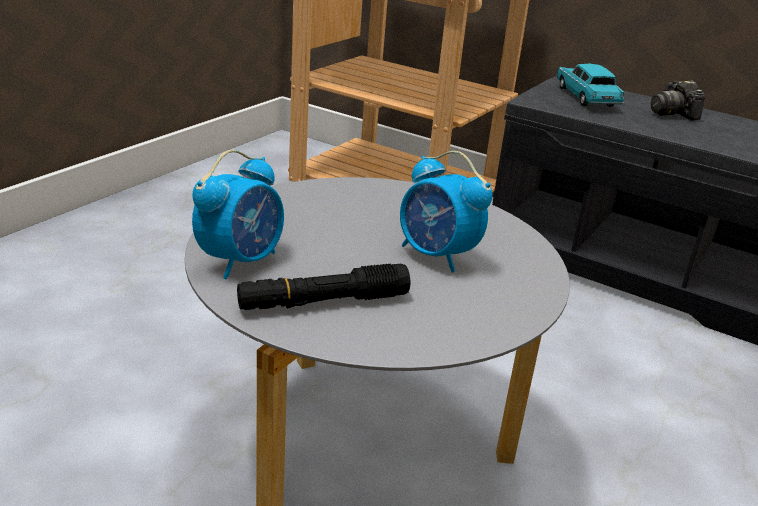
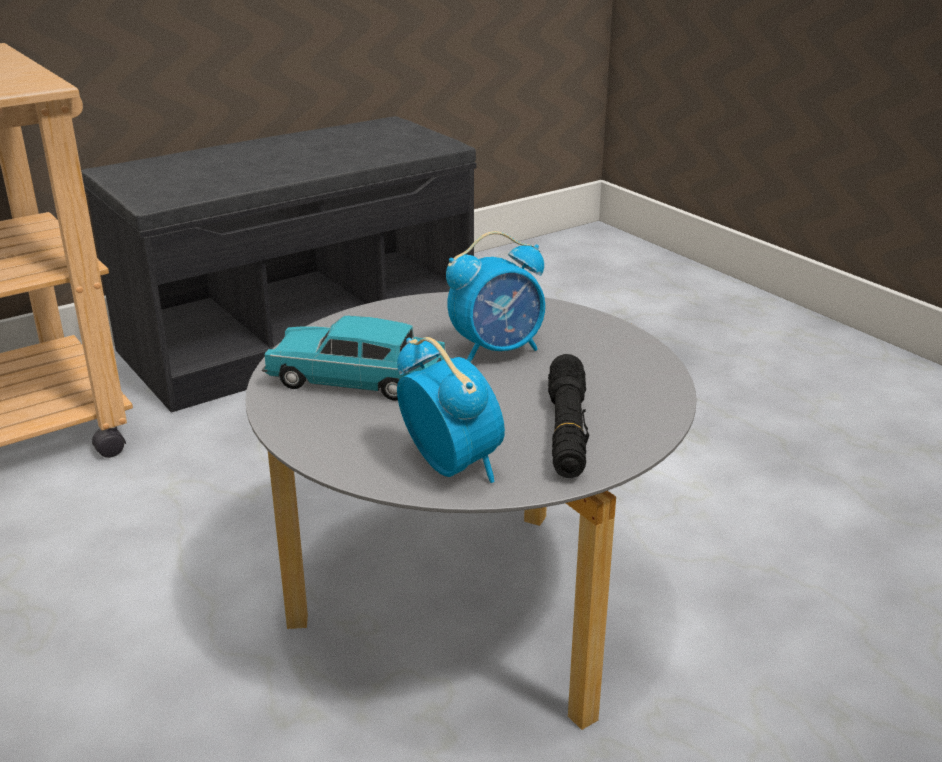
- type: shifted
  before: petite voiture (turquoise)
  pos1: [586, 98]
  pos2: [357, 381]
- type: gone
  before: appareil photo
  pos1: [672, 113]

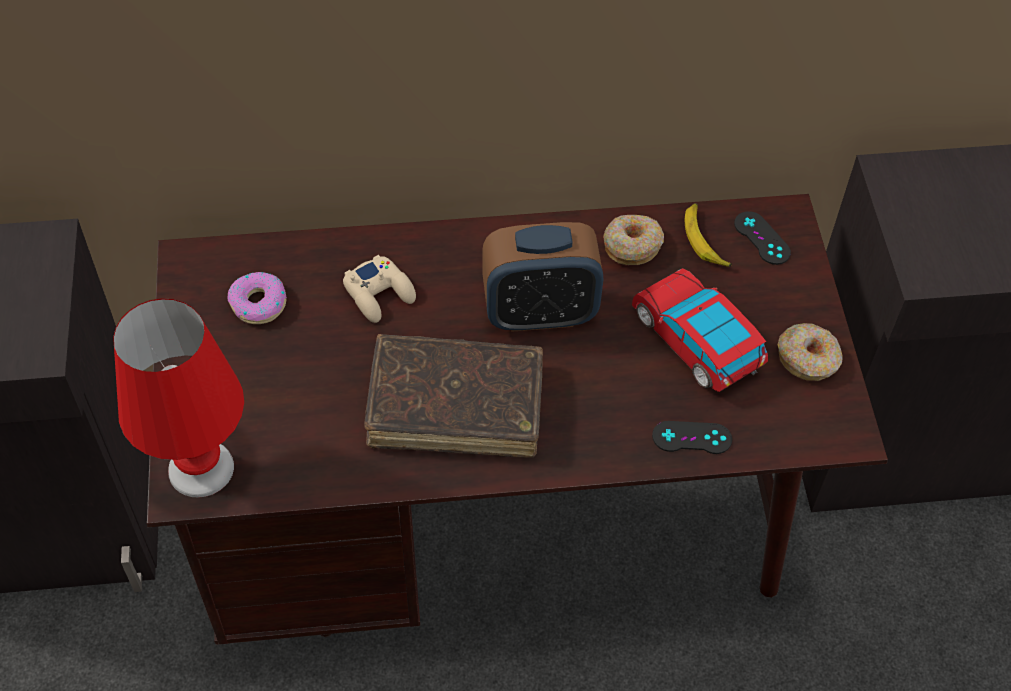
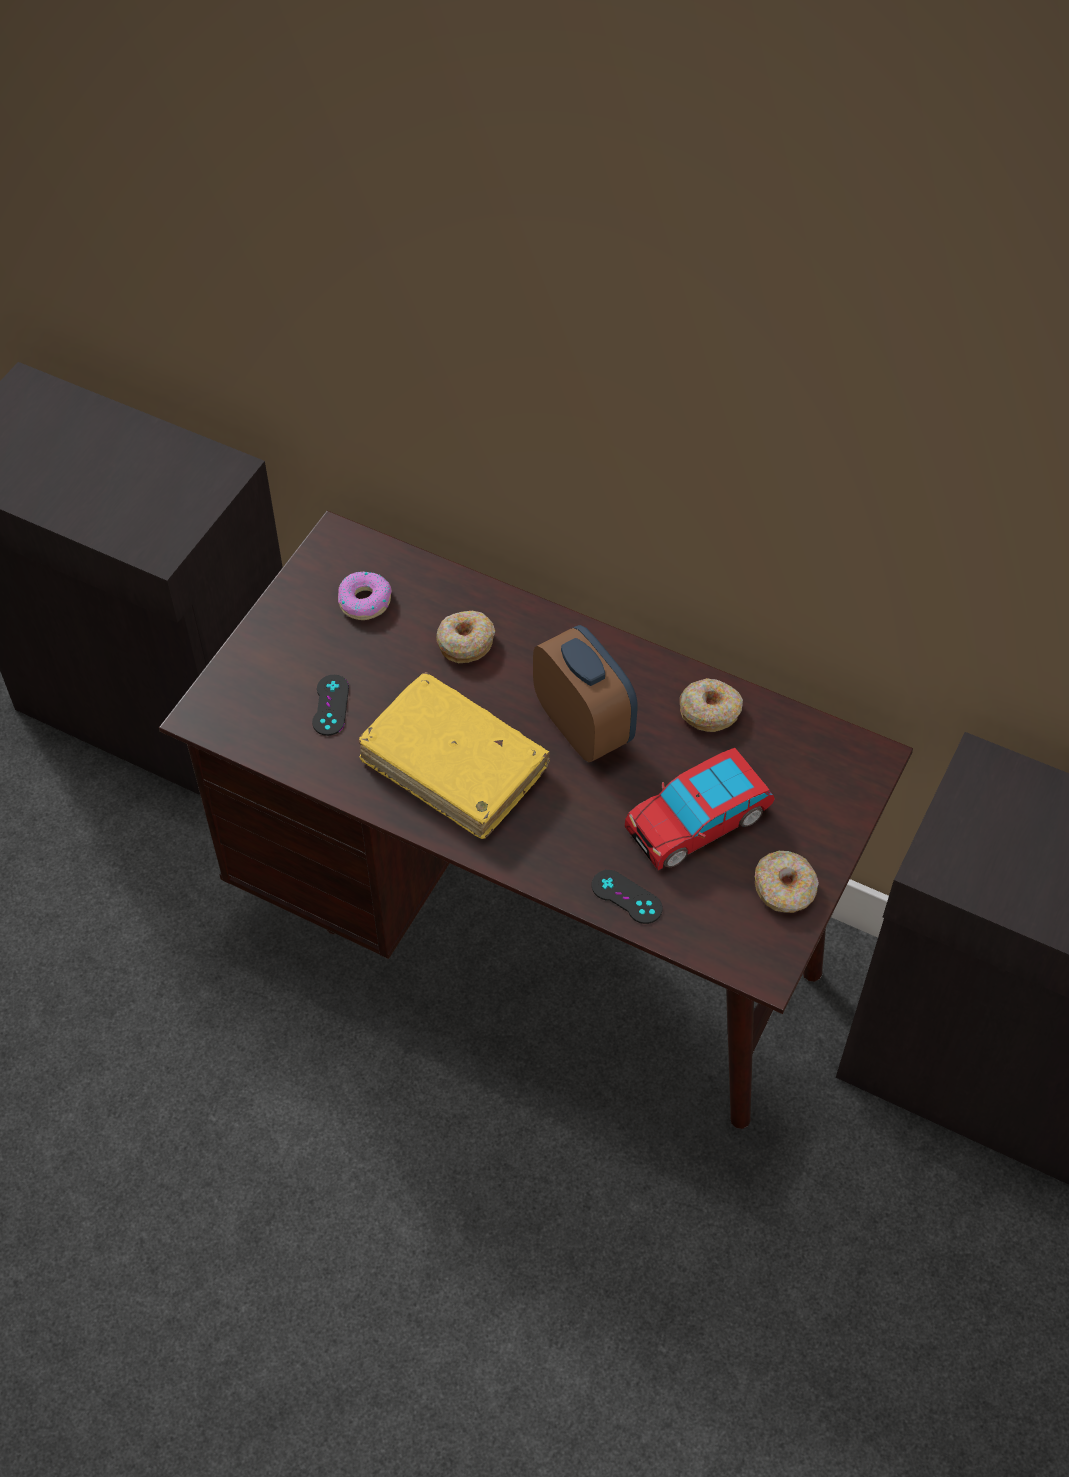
- type: gone
  before: banane
  pos1: [704, 240]
- type: shifted
  before: manette (noir)
  pos1: [762, 238]
  pos2: [330, 705]
- type: rotated
  before: réveil
  pos1: [539, 312]
  pos2: [583, 726]
  turn: -150
- type: swapped
  before: manette (beige)
  after: beignet
  pos1: [380, 294]
  pos2: [465, 642]
- type: rotated
  before: petite voiture
  pos1: [696, 341]
  pos2: [698, 821]
  turn: -120
- type: gone
  before: lampe de table (rouge)
  pos1: [200, 468]
- type: repainted
  before: livre (marron)
  after: livre (jaune)
  pos1: [455, 406]
  pos2: [454, 765]

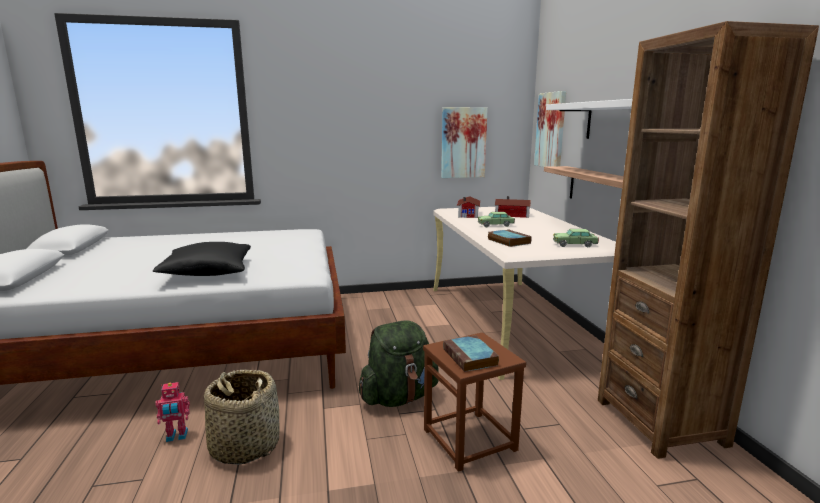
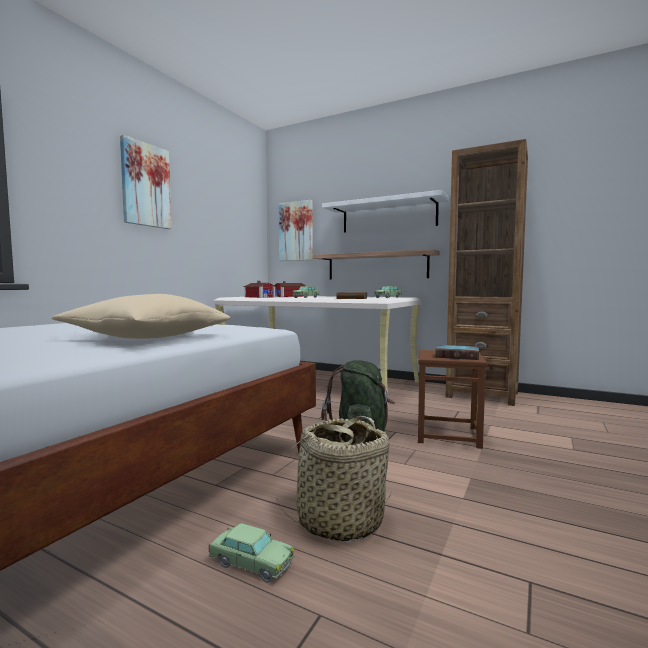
- type: shifted
  before: tableau
  pos1: [463, 143]
  pos2: [145, 185]
- type: repainted
  before: coussin (noir)
  after: coussin (beige)
  pos1: [208, 272]
  pos2: [147, 338]
- type: swapped
  before: robot jouet
  after: petite voiture
  pos1: [176, 436]
  pos2: [251, 563]

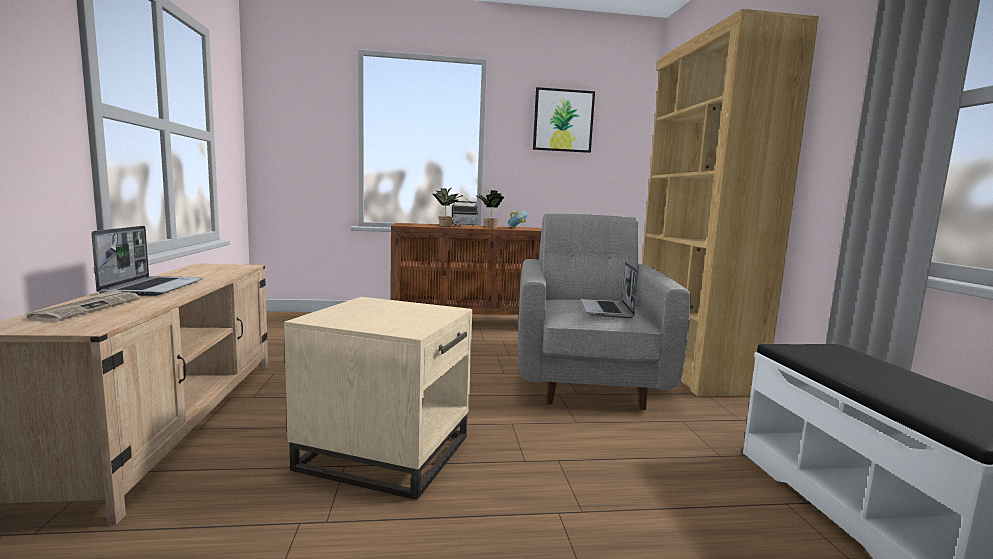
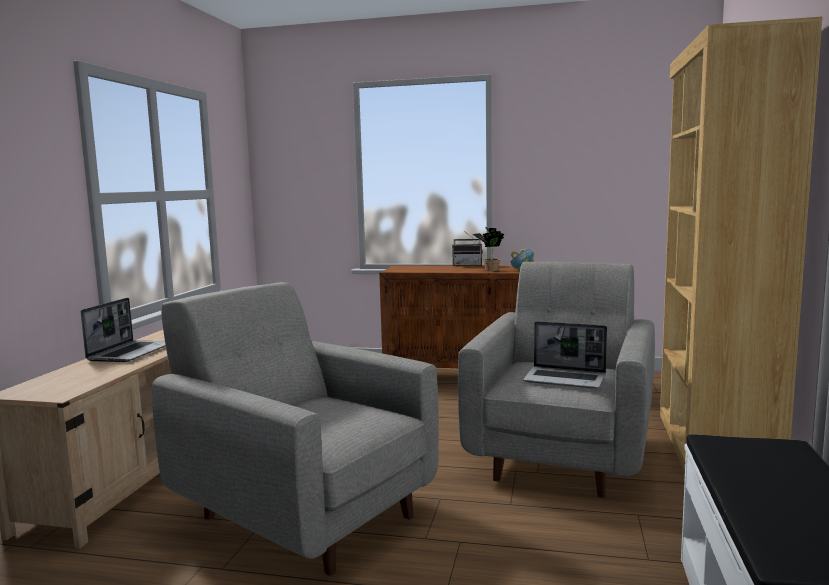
- type: gone
  before: tableau
  pos1: [563, 120]
- type: gone
  before: plante en pot
  pos1: [447, 226]
- type: rotated
  before: ordinateur portable
  pos1: [607, 310]
  pos2: [566, 379]
  turn: -90
- type: gone
  before: journal
  pos1: [87, 308]
- type: swapped
  before: table d'appoint (beige)
  after: fauteuil (gris)
  pos1: [386, 452]
  pos2: [303, 514]

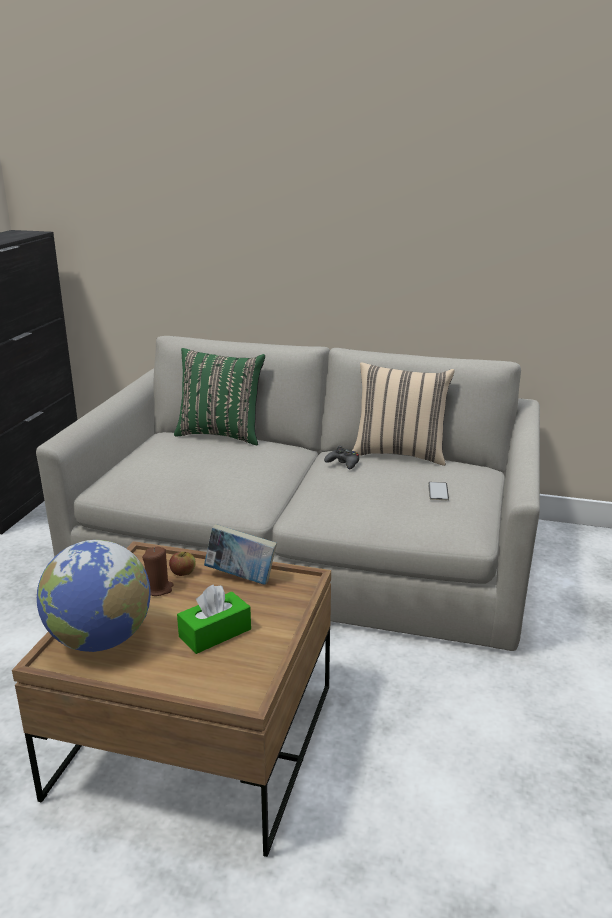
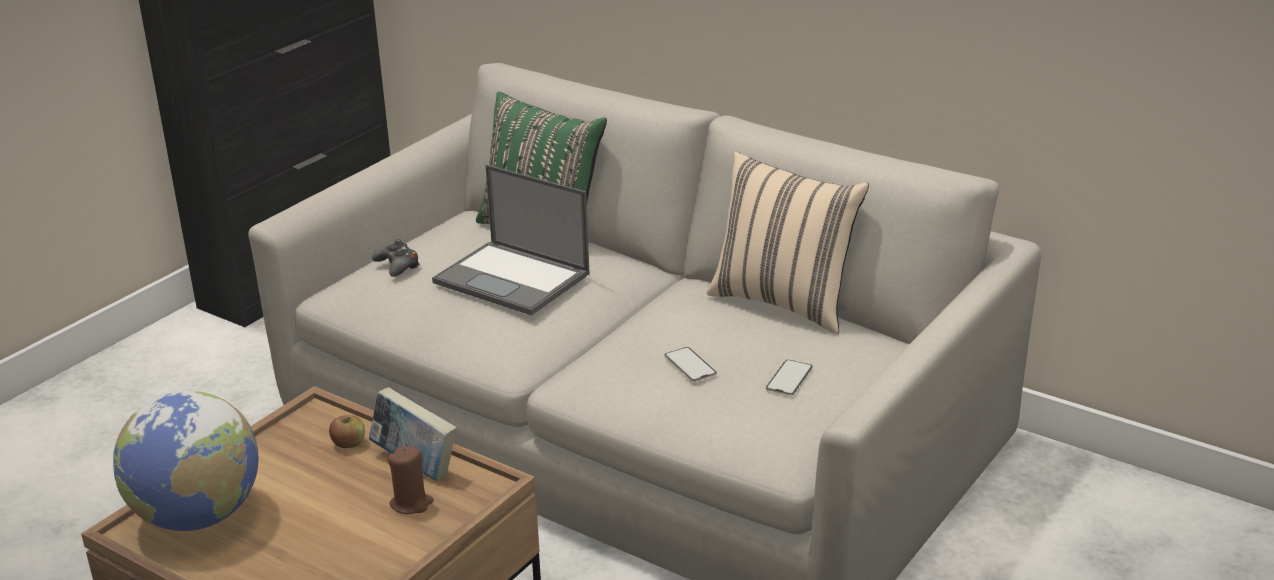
- type: shifted
  before: manette (noir)
  pos1: [343, 463]
  pos2: [397, 265]
- type: shifted
  before: bougie (marron)
  pos1: [158, 589]
  pos2: [411, 503]
- type: gone
  before: boîte à mouchoirs (vert)
  pos1: [215, 633]
- type: new
  after: ordinateur portable
  pos2: [513, 278]
- type: new
  after: téléphone
  pos2: [690, 365]

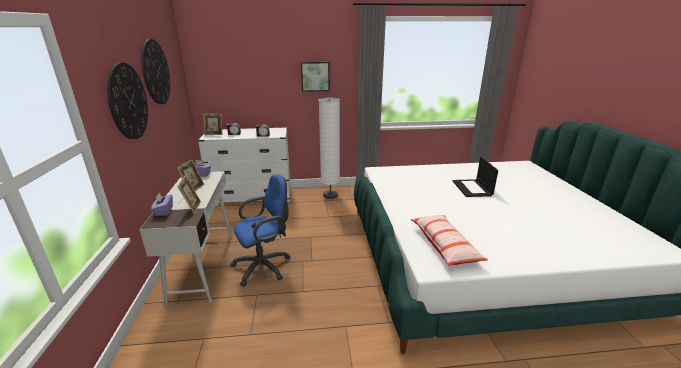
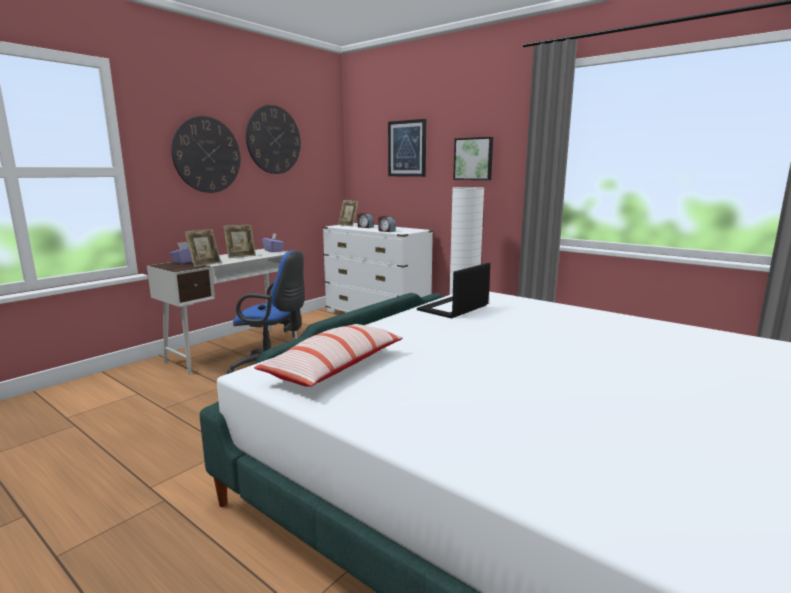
- type: shifted
  before: ordinateur portable
  pos1: [472, 188]
  pos2: [453, 308]
- type: new
  after: tableau
  pos2: [407, 148]

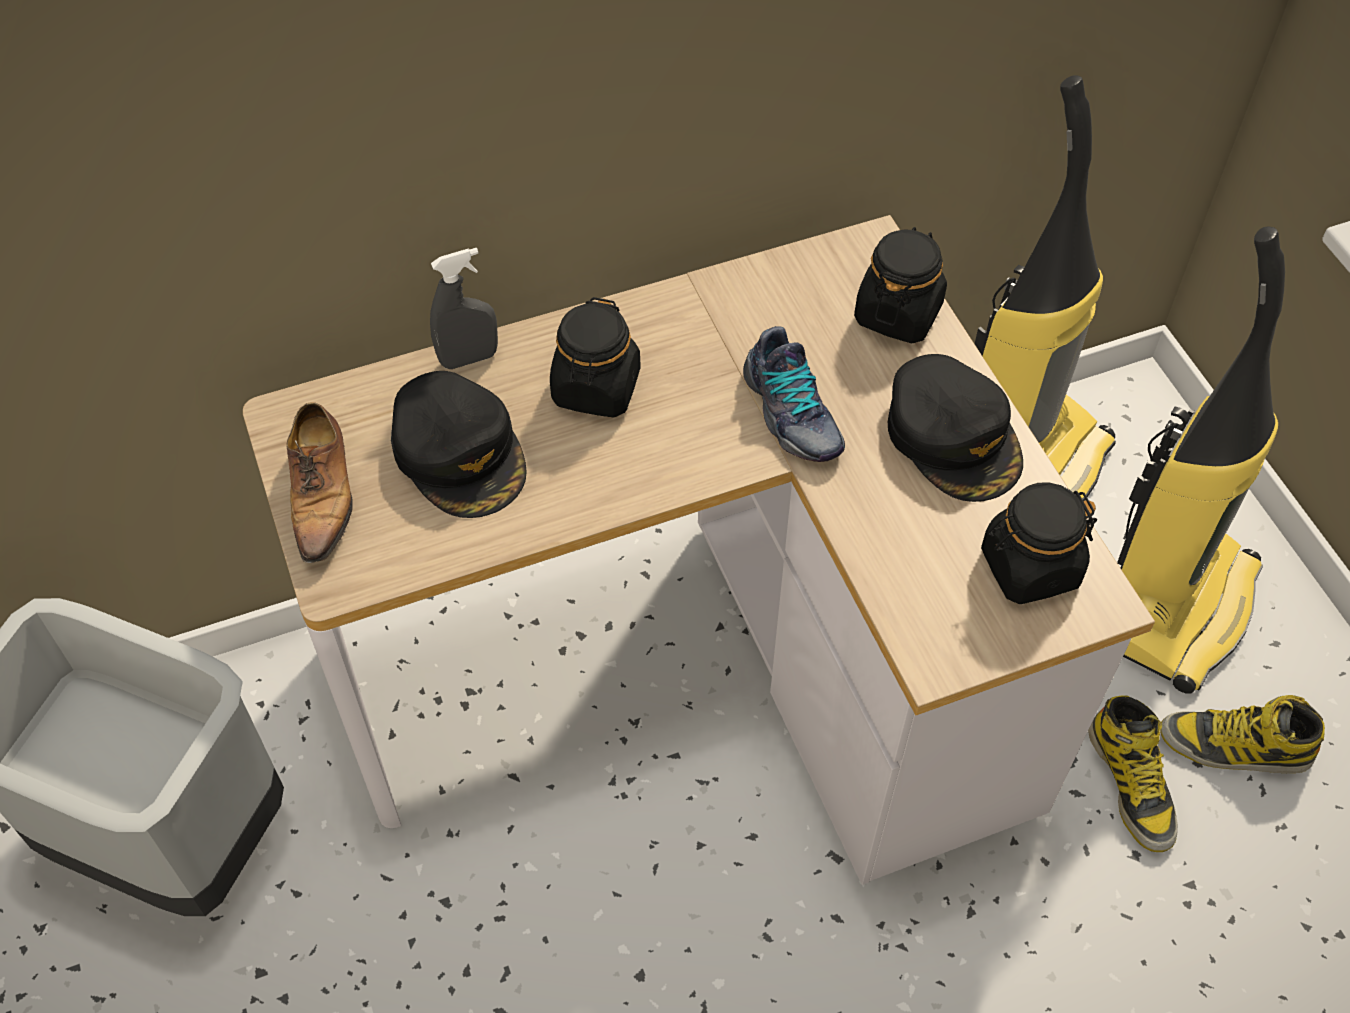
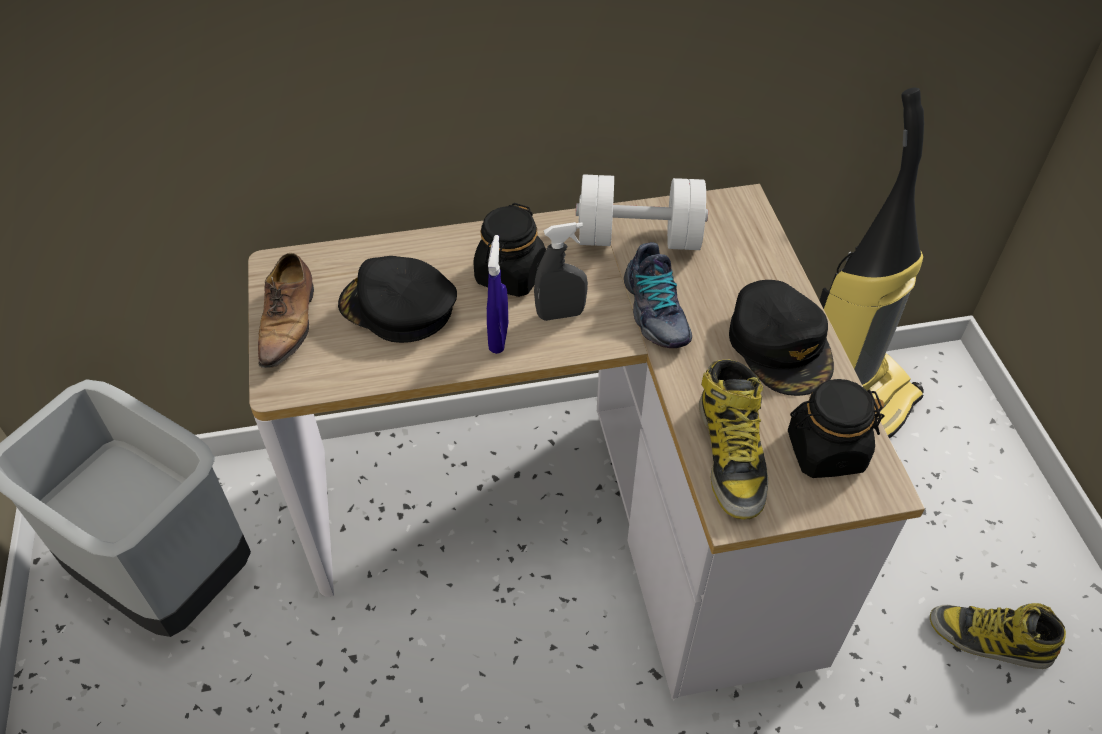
- type: gone
  before: bocal (noir)
  pos1: [898, 313]
- type: gone
  before: aspirateur
  pos1: [1175, 603]
- type: shifted
  before: vaporisateur (gris)
  pos1: [469, 358]
  pos2: [560, 314]
- type: rotated
  before: casquette (noir)
  pos1: [460, 453]
  pos2: [398, 307]
  turn: 135
- type: shifted
  before: botte
  pos1: [1131, 784]
  pos2: [731, 455]
- type: new
  after: haltère (blanc)
  pos2: [639, 238]
- type: new
  after: vaporisateur (bleu)
  pos2: [498, 338]

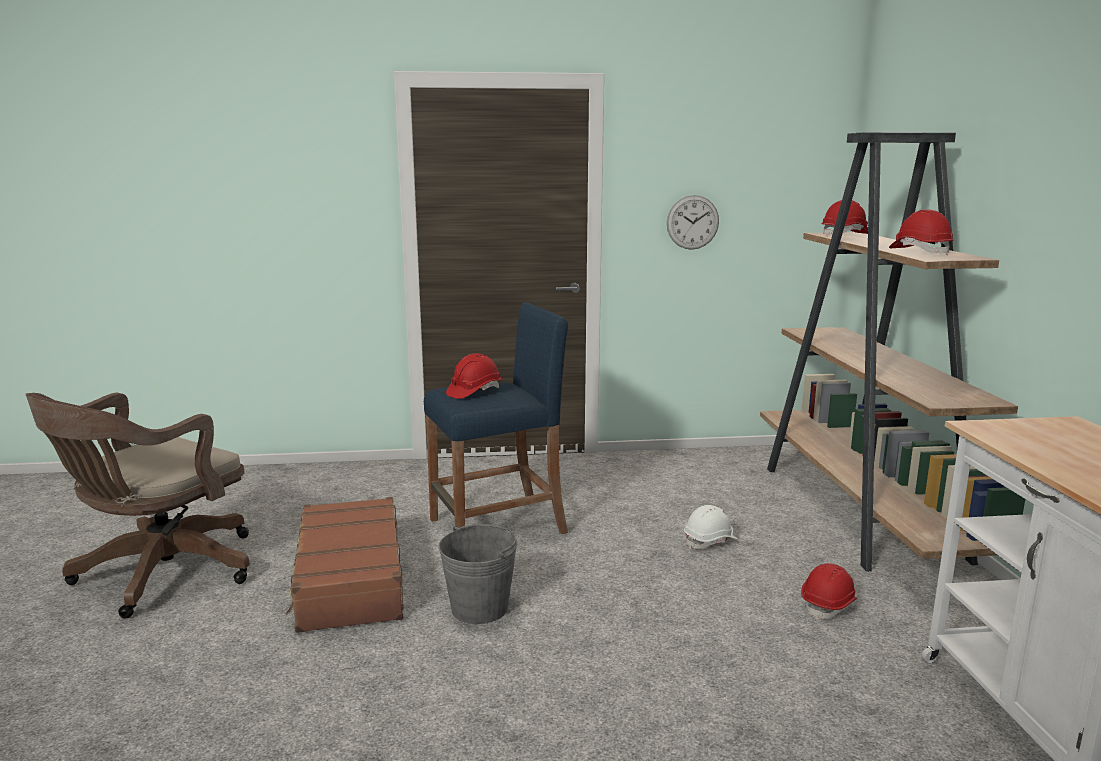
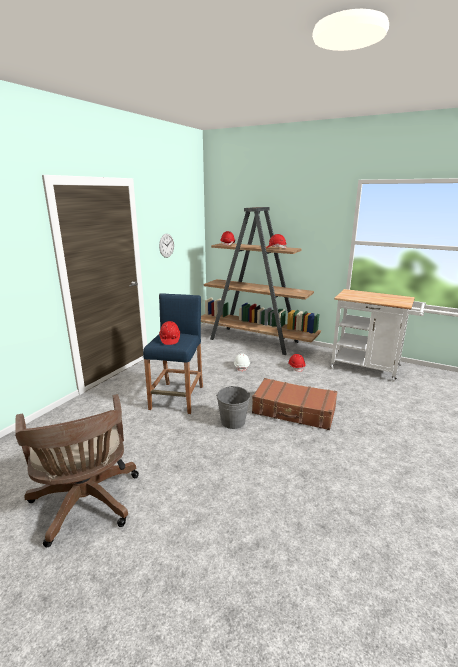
- type: shifted
  before: valise (marron)
  pos1: [349, 579]
  pos2: [294, 411]

